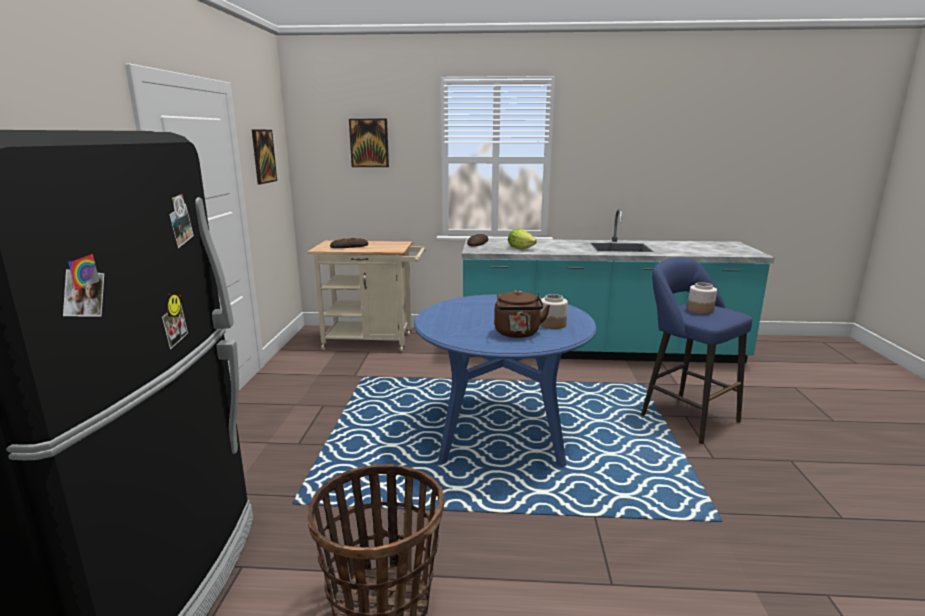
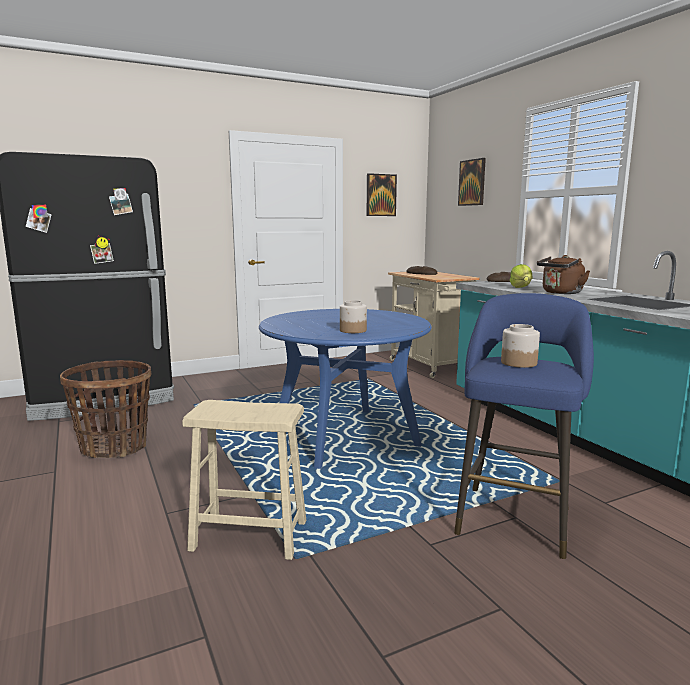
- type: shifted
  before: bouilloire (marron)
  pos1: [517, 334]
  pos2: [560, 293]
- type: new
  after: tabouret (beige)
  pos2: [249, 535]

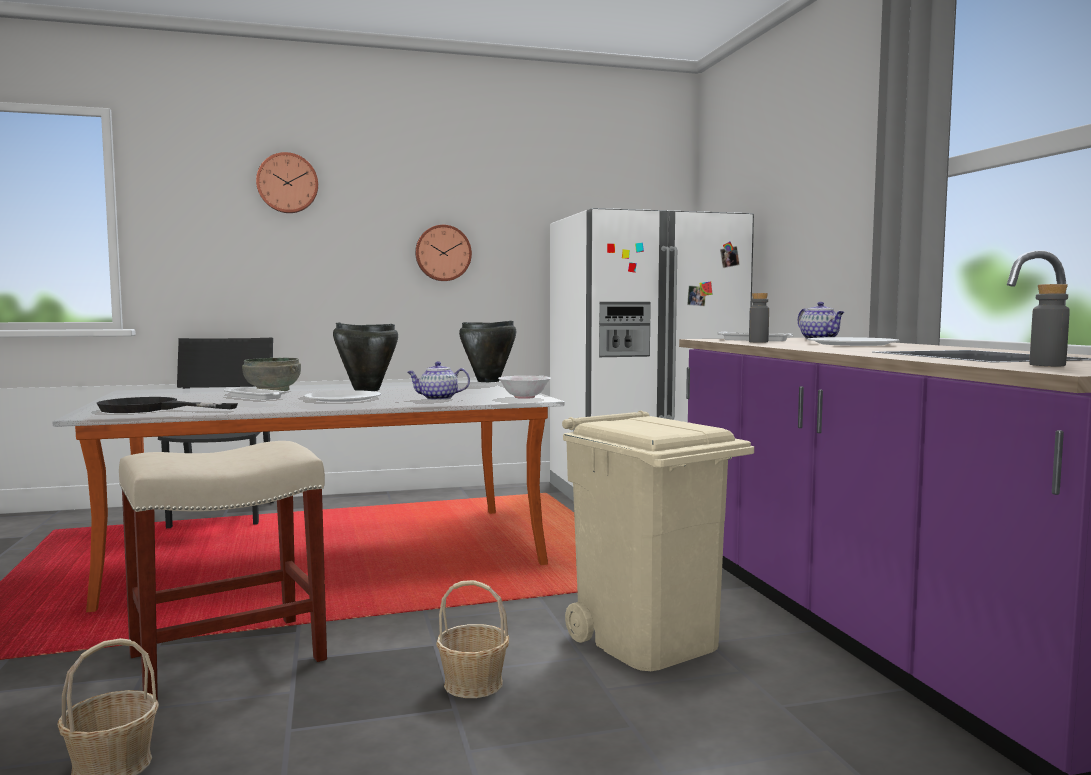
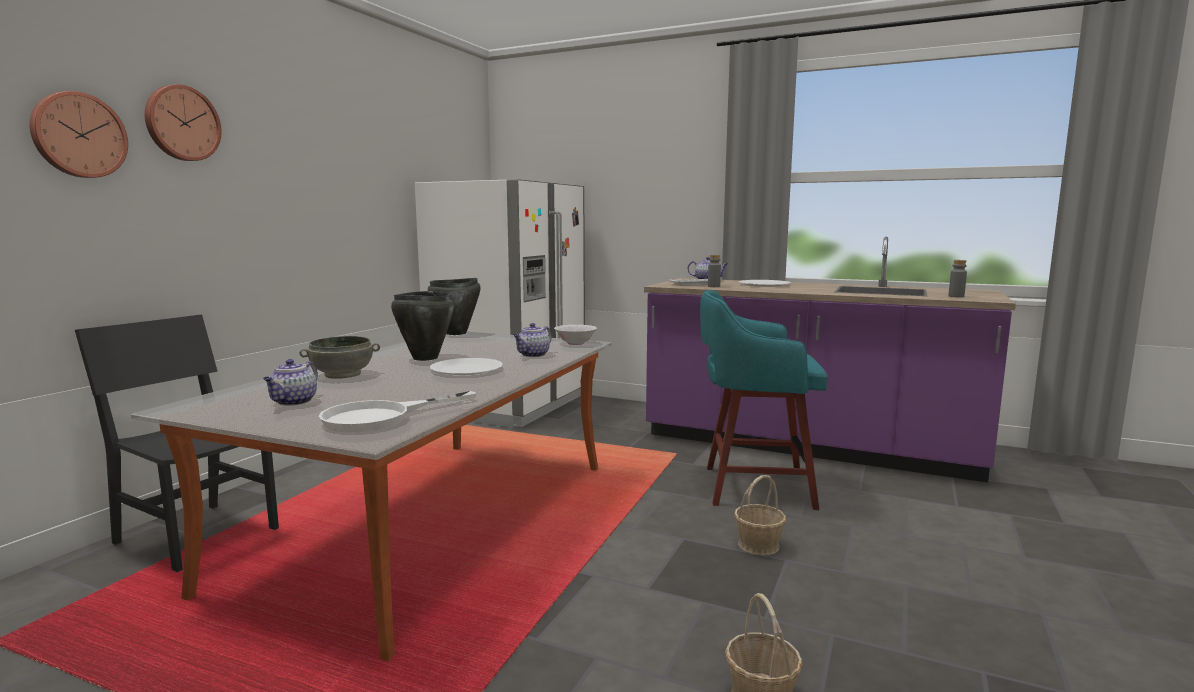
- type: shifted
  before: horloge murale
  pos1: [443, 253]
  pos2: [78, 135]
- type: gone
  before: plateau (blanc)
  pos1: [256, 397]
- type: repainted
  before: poêle (noir)
  after: poêle (blanc)
  pos1: [151, 409]
  pos2: [381, 417]
- type: swapped
  before: poubelle (beige)
  after: tabouret (turquoise)
  pos1: [649, 641]
  pos2: [753, 487]
- type: gone
  before: tabouret (beige)
  pos1: [230, 656]
- type: new
  after: théière
  pos2: [293, 402]

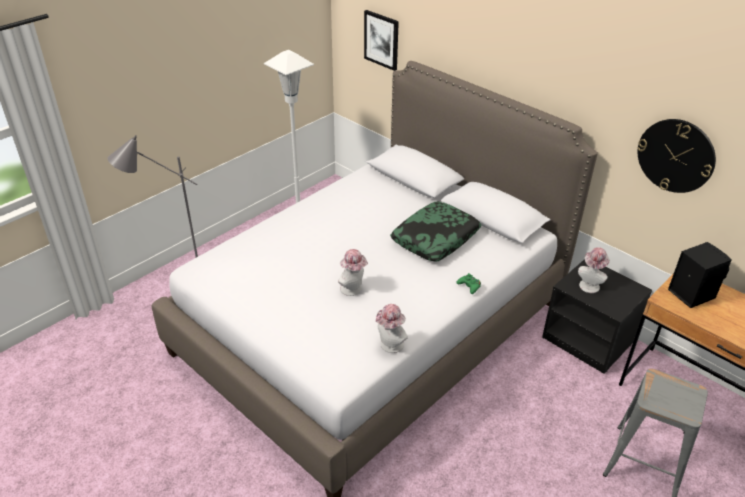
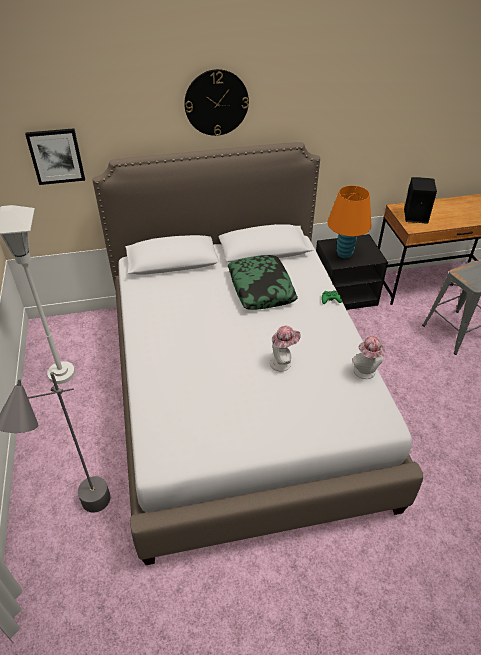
- type: shifted
  before: horloge murale
  pos1: [676, 155]
  pos2: [216, 103]
- type: swapped
  before: chapeau
  after: lampe de table (orange)
  pos1: [590, 284]
  pos2: [344, 254]

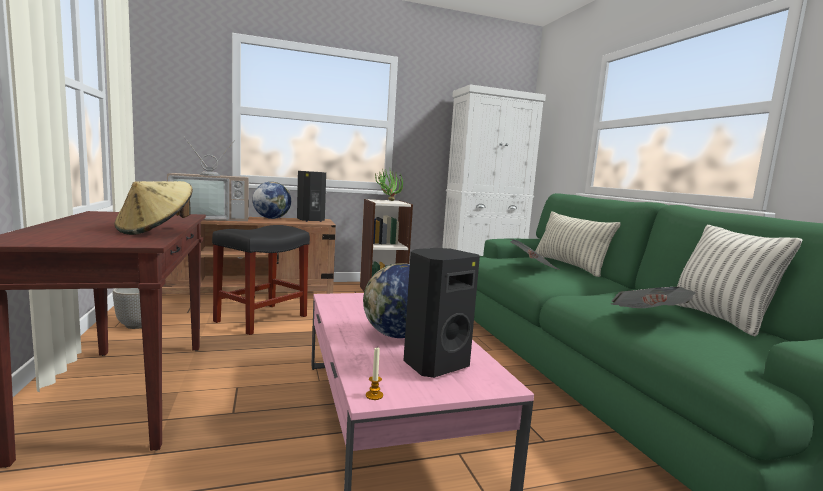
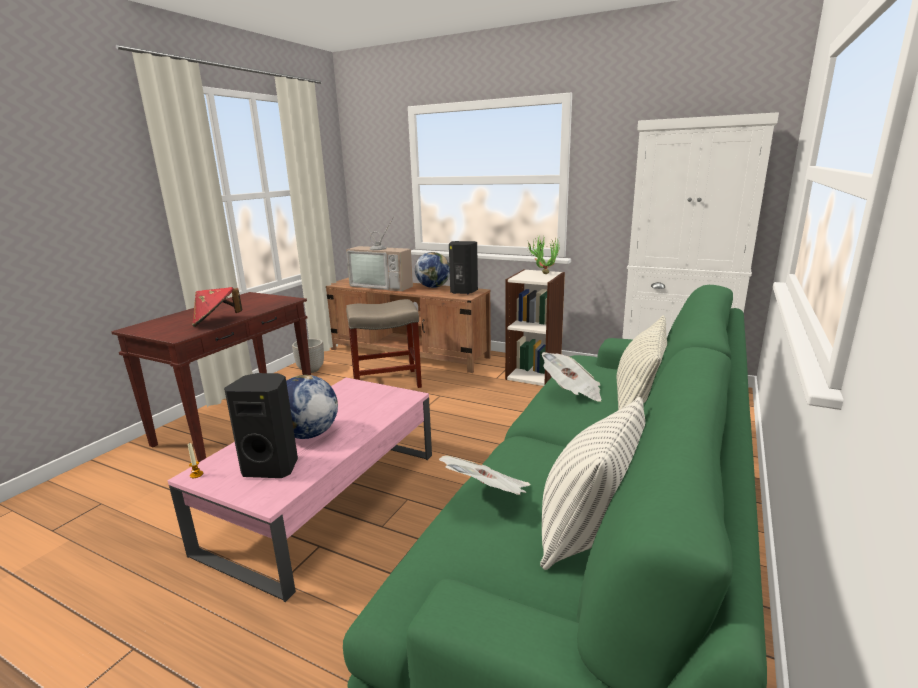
- type: repainted
  before: chapeau (beige)
  after: chapeau (rouge)
  pos1: [155, 231]
  pos2: [216, 322]
- type: repainted
  before: tabouret (noir)
  after: tabouret (beige)
  pos1: [262, 318]
  pos2: [387, 382]

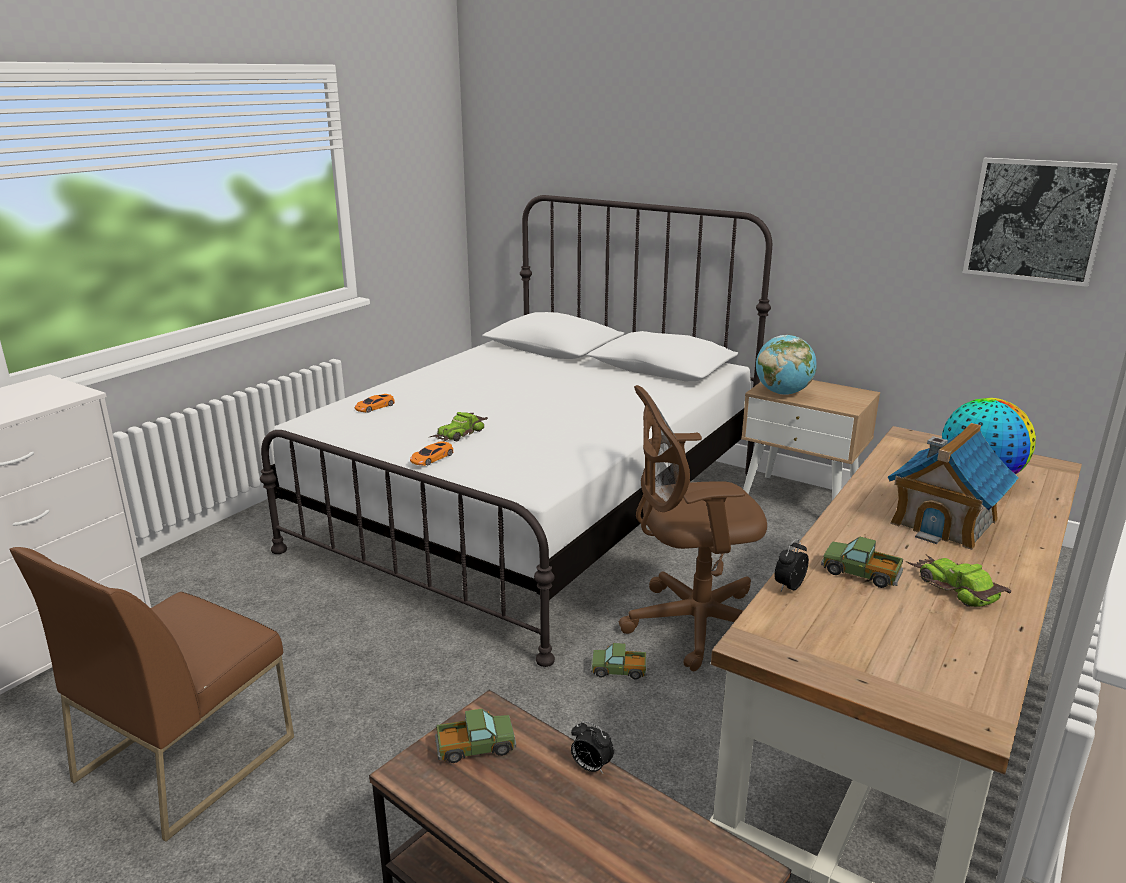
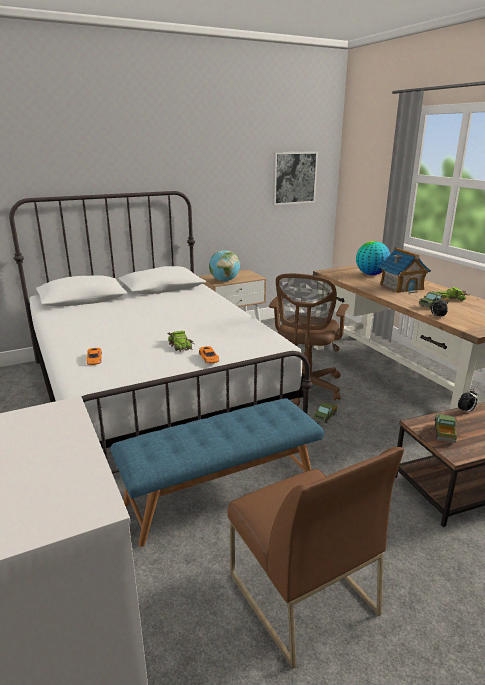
- type: new
  after: banc (bleu)
  pos2: [221, 492]

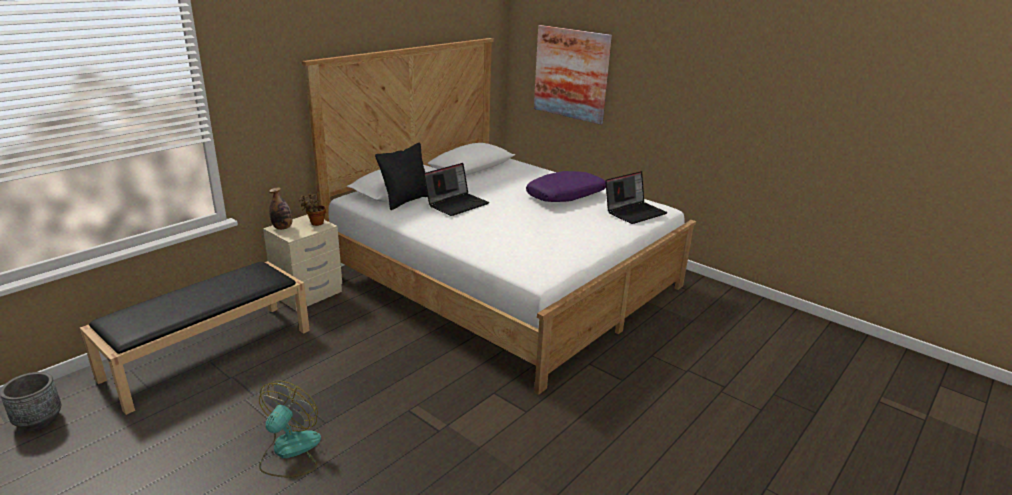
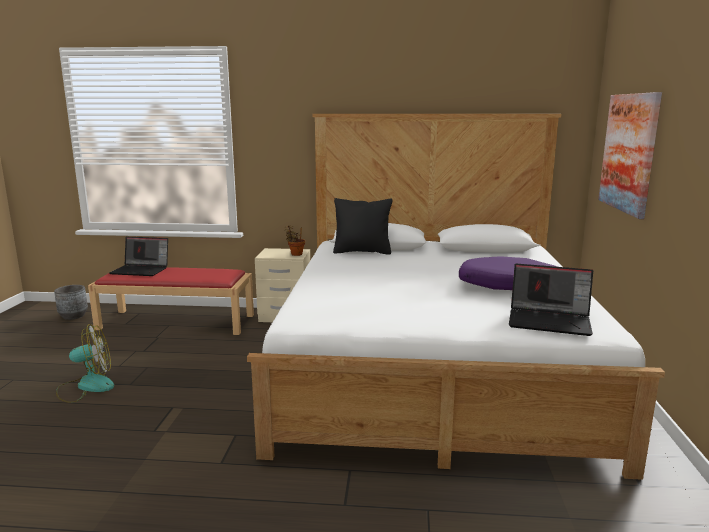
- type: shifted
  before: ordinateur portable
  pos1: [457, 204]
  pos2: [141, 270]
- type: gone
  before: bouteille
  pos1: [282, 228]
- type: repainted
  before: banc (noir)
  after: banc (rouge)
  pos1: [210, 353]
  pos2: [177, 322]

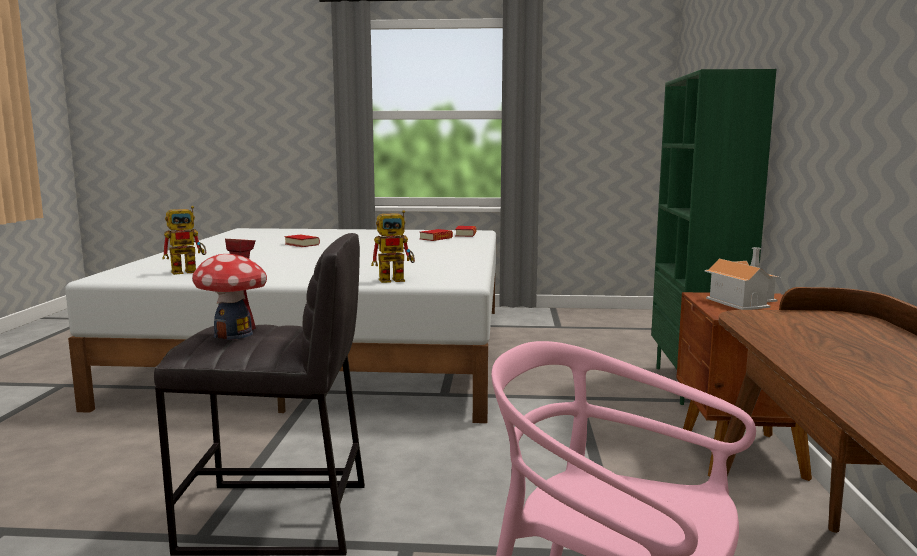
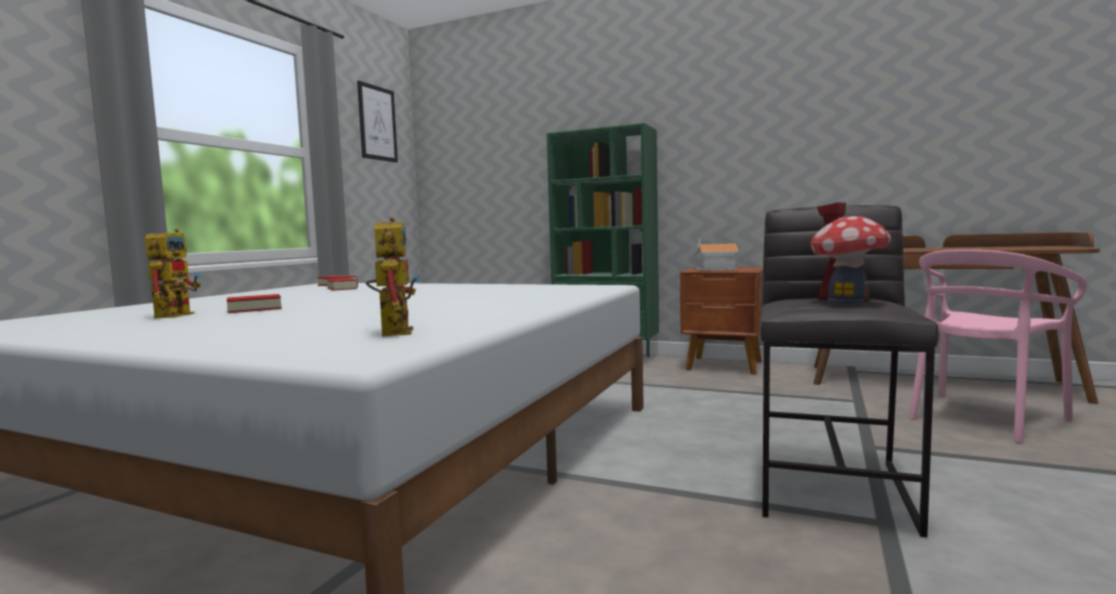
- type: shifted
  before: robot jouet
  pos1: [397, 279]
  pos2: [176, 314]
- type: new
  after: tableau
  pos2: [377, 123]

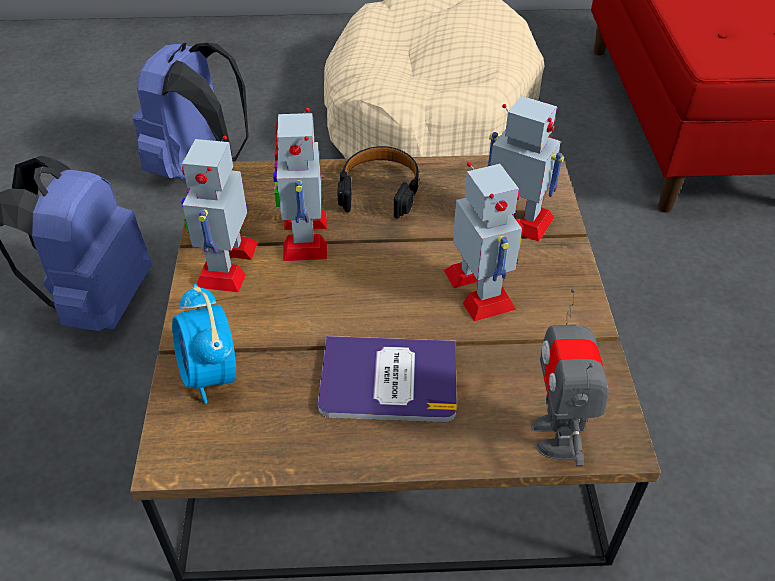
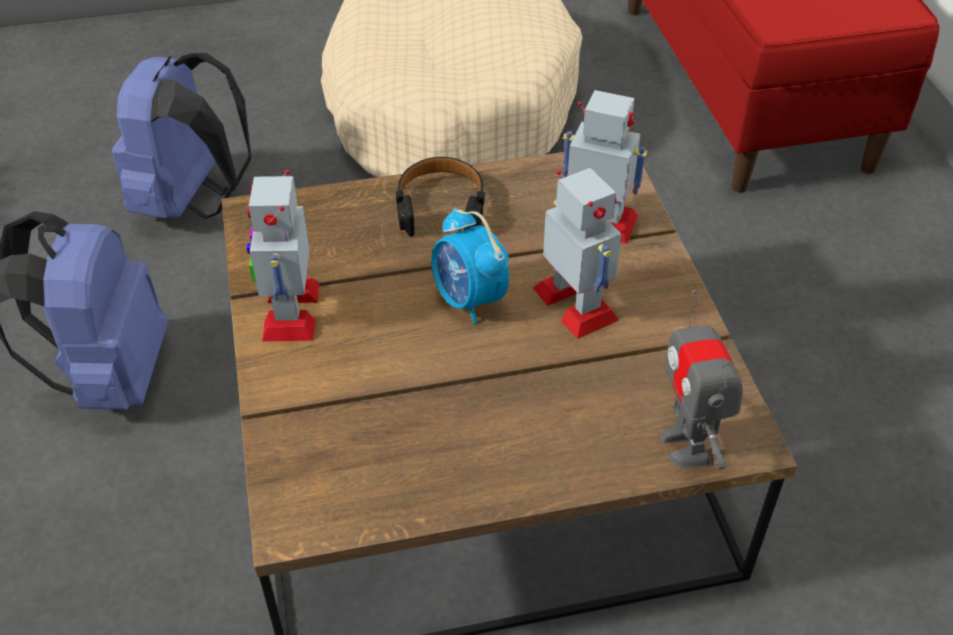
- type: gone
  before: robot jouet
  pos1: [304, 235]
- type: shifted
  before: réveil
  pos1: [210, 376]
  pos2: [469, 300]
- type: gone
  before: livre
  pos1: [388, 380]

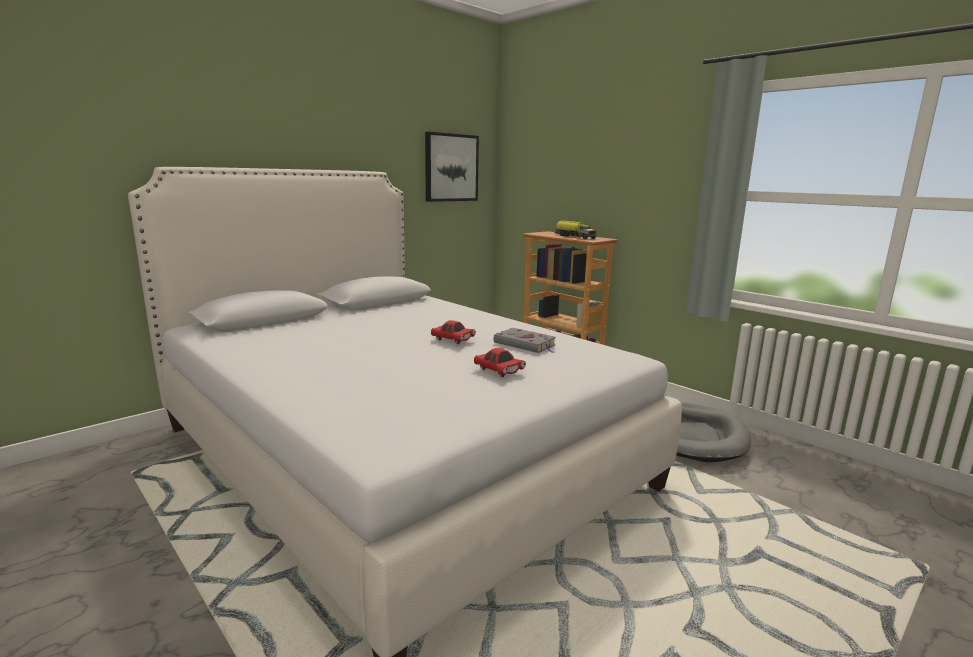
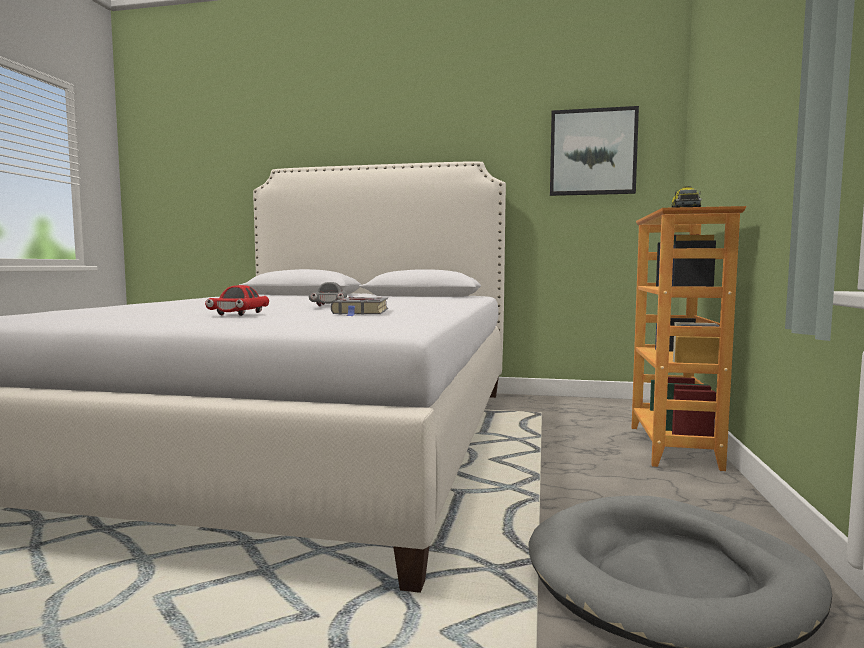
- type: repainted
  before: petite voiture (rouge)
  after: petite voiture (gris)
  pos1: [452, 340]
  pos2: [330, 305]

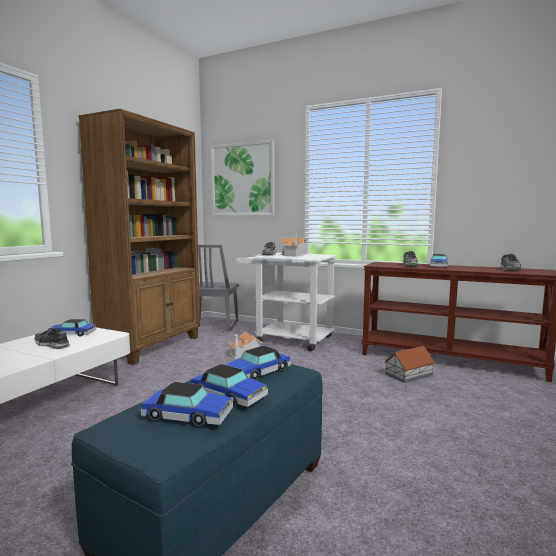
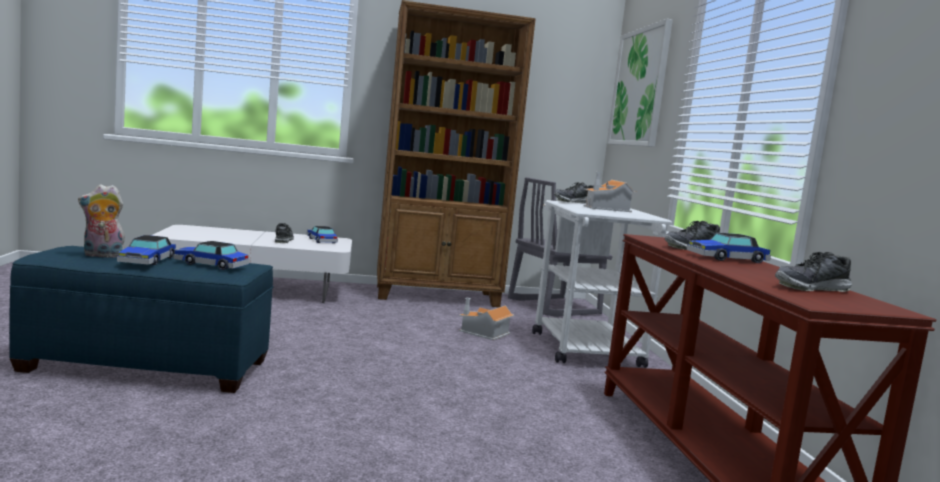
- type: gone
  before: maison miniature
  pos1: [408, 374]
- type: swapped
  before: petite voiture
  after: peluche
  pos1: [188, 415]
  pos2: [102, 256]

